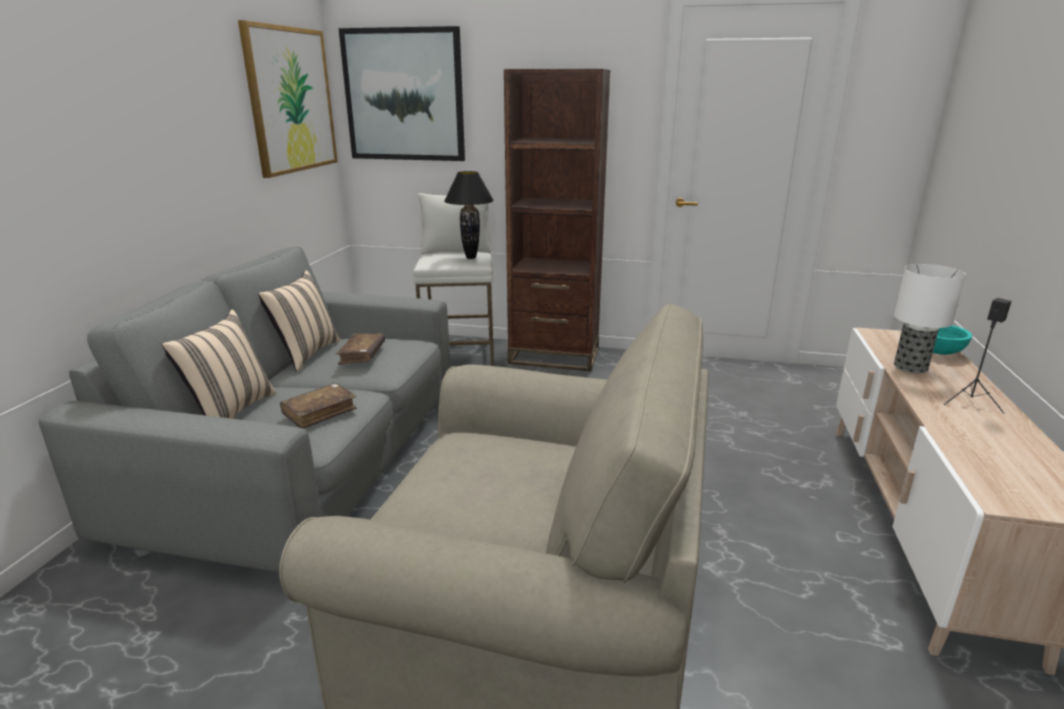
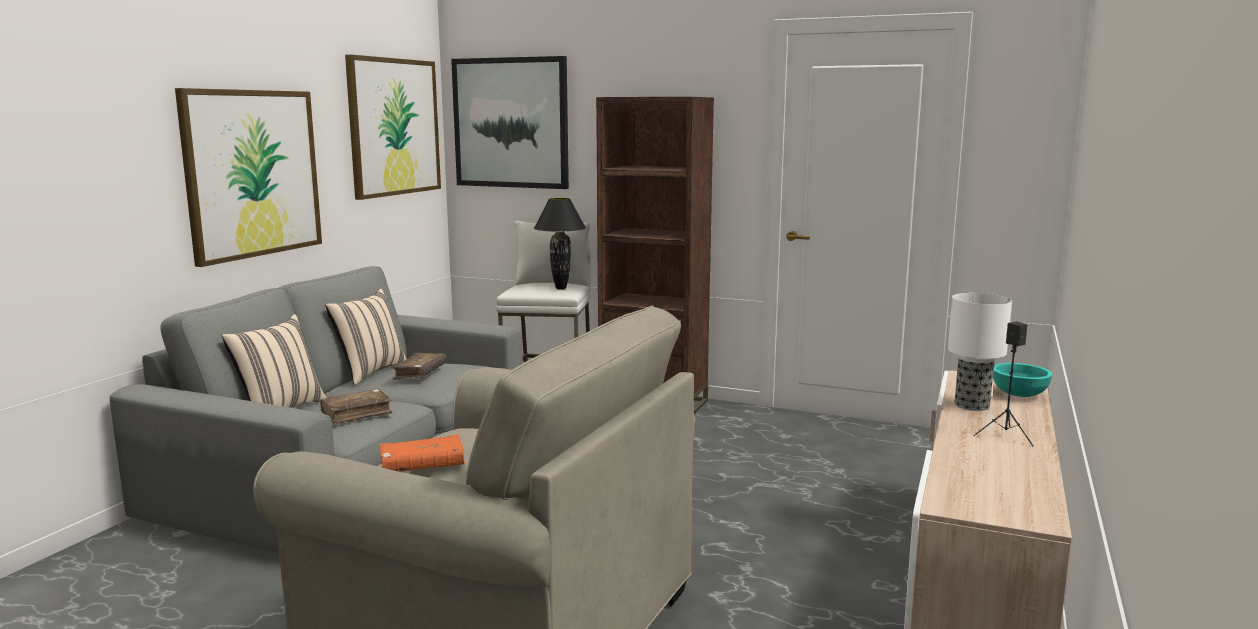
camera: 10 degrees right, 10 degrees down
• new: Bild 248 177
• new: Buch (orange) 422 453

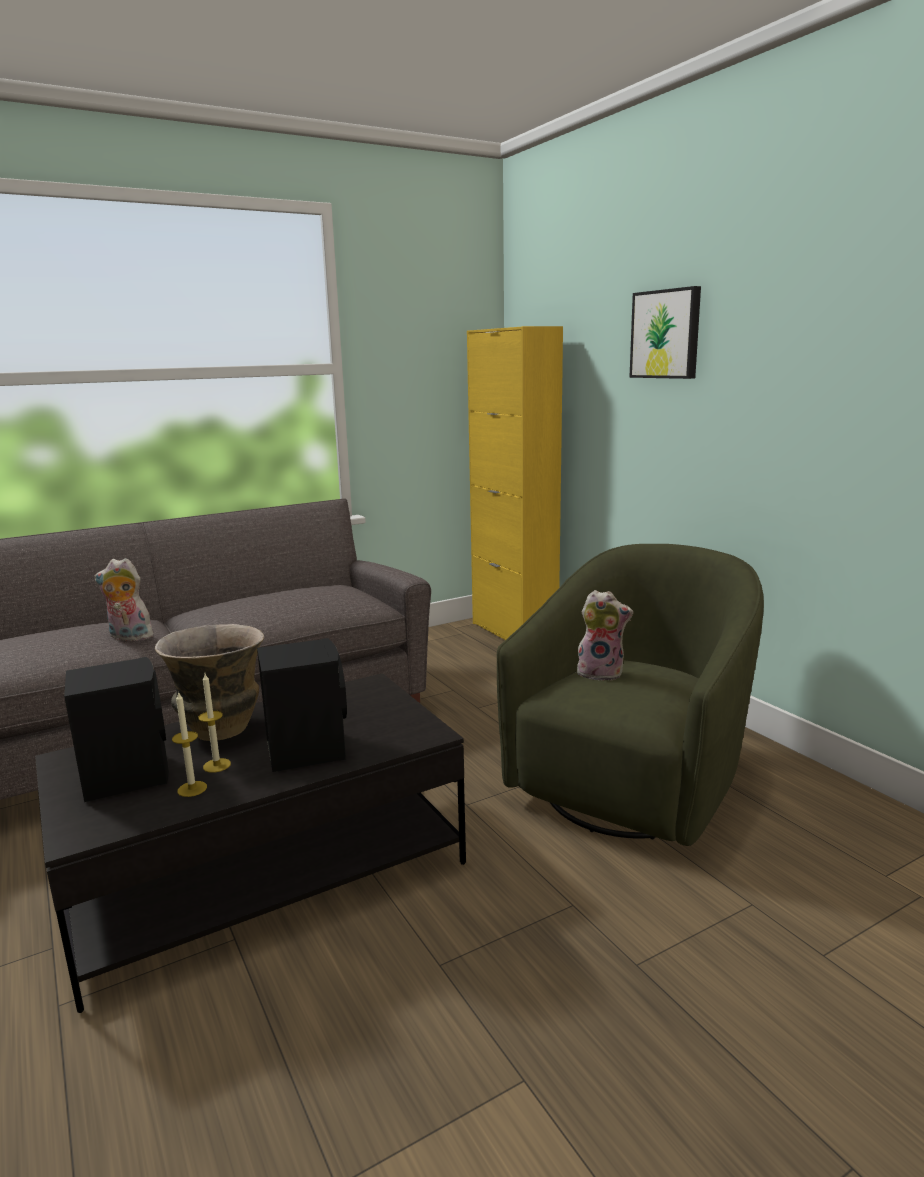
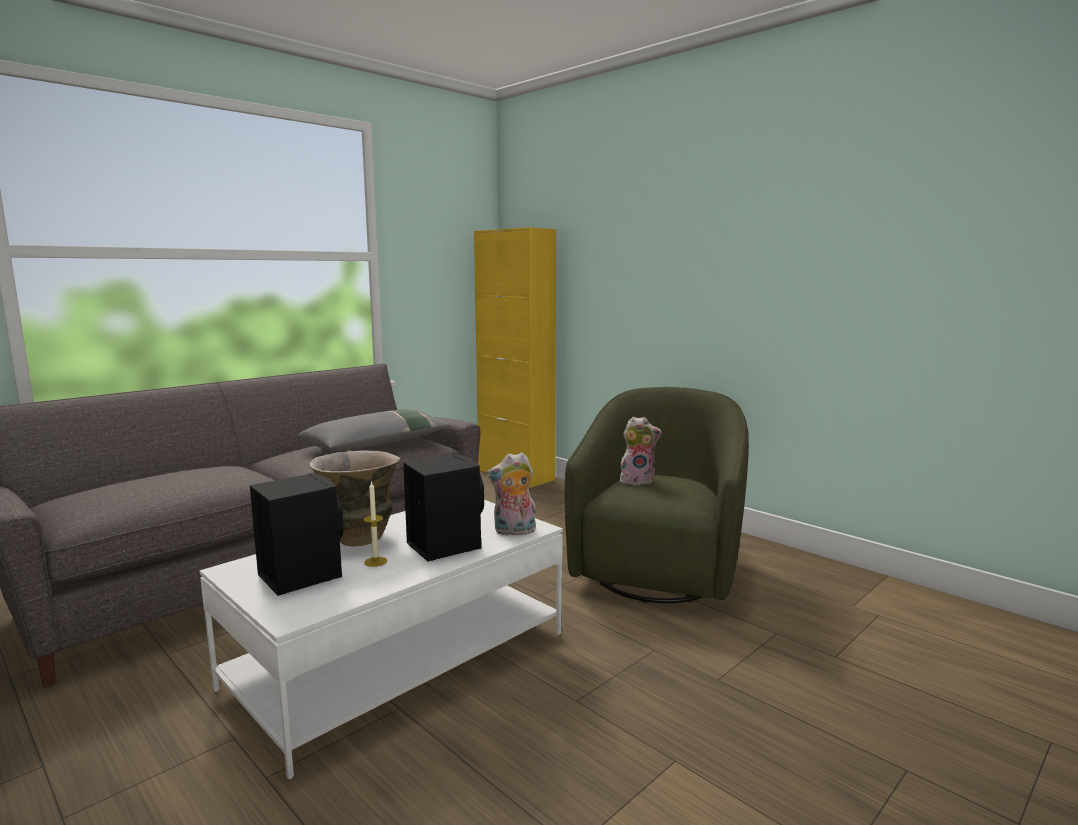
camera: 15 degrees left, 5 degrees down
• gone: Kerze 189 744
• gone: Bild 665 332
• new: Kissen (grau) 374 430
• shifted: Plüschtier 125 599 to 511 493
• repainted: Couchtisch (schwarz) 250 843 to Couchtisch (weiß) 381 639

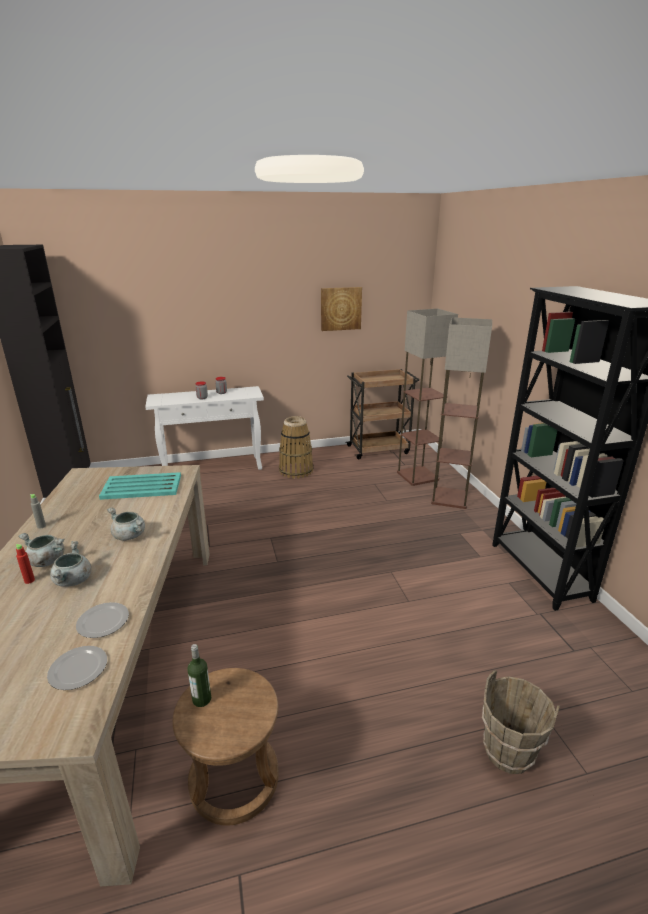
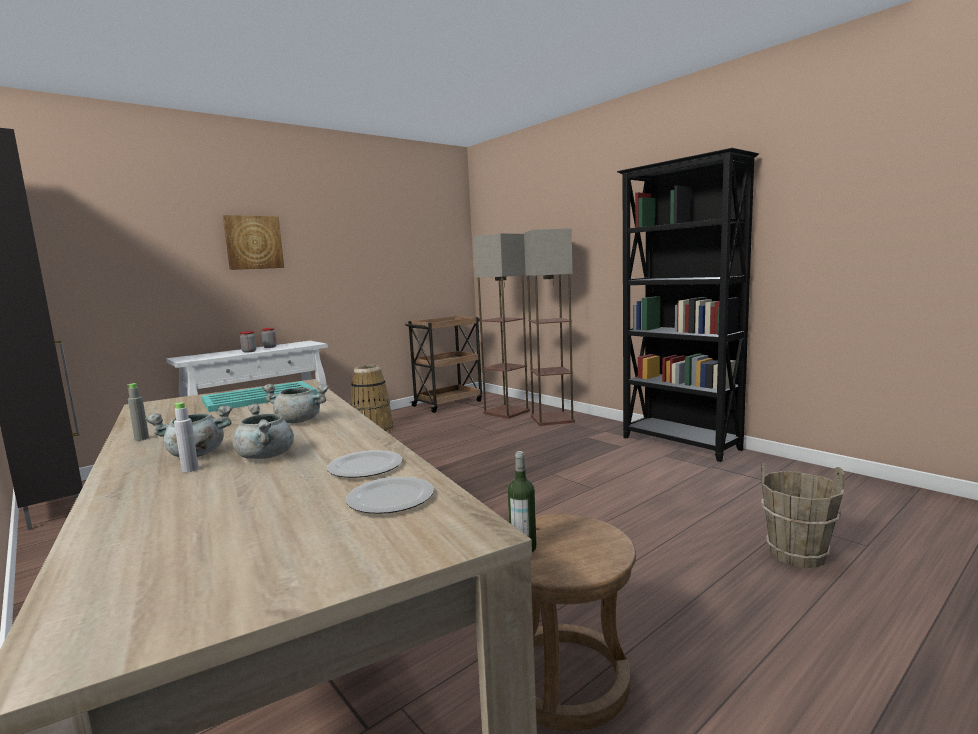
camera: 25 degrees left, 15 degrees down
• shifted: Bild 341 309 to 253 242
• repainted: Flasche (rot) 25 564 to Flasche (grau) 186 437

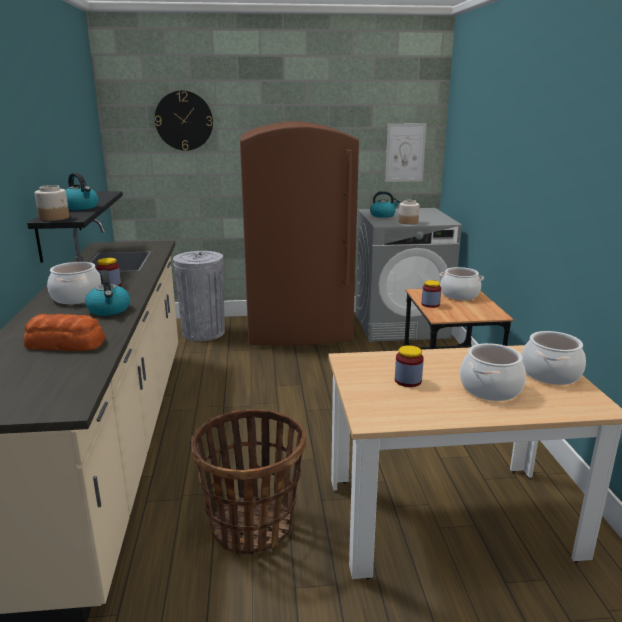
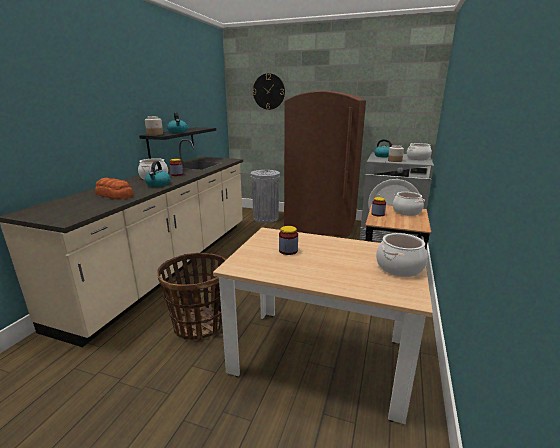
camera: 25 degrees right, 0 degrees up
• gone: Bild 406 152
• shifted: Kochtopf 493 372 to 419 151

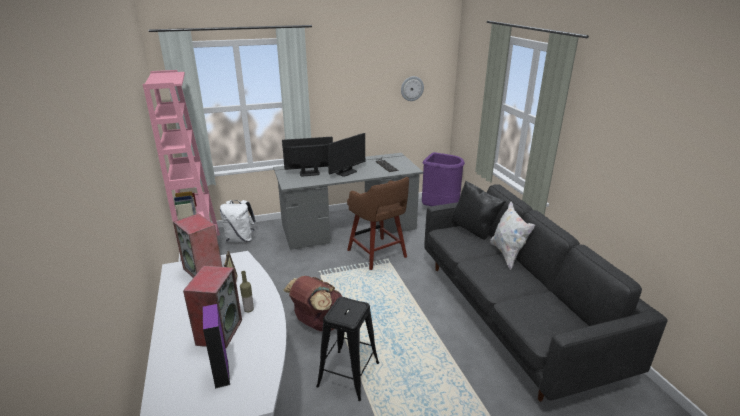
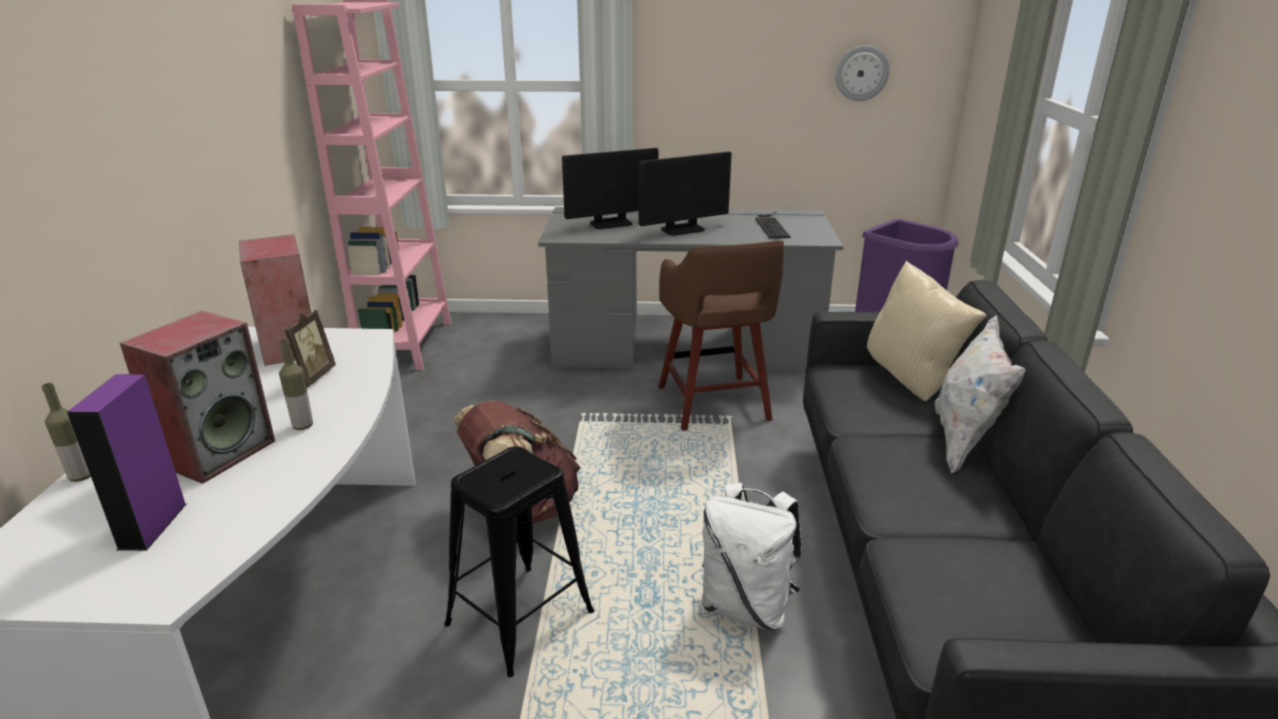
camera: 20 degrees right, 0 degrees up
• new: Flasche 66 432
• shifted: Rucksack (weiß) 238 221 to 752 556
• repainted: Kissen (schwarz) 479 210 to Kissen (beige) 927 330
• rotated: Monitor 307 157 = 610 188 150 degrees clockwise

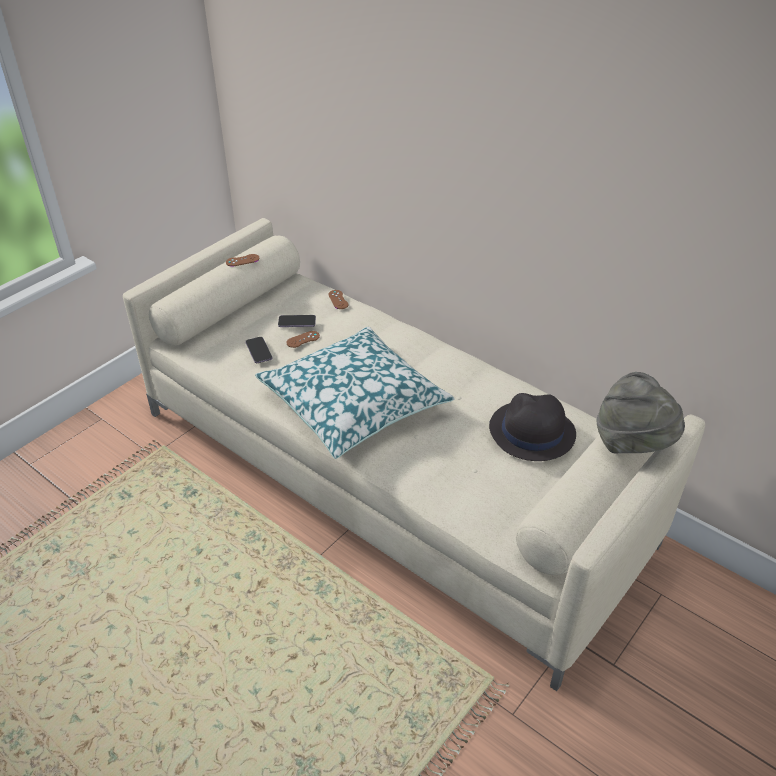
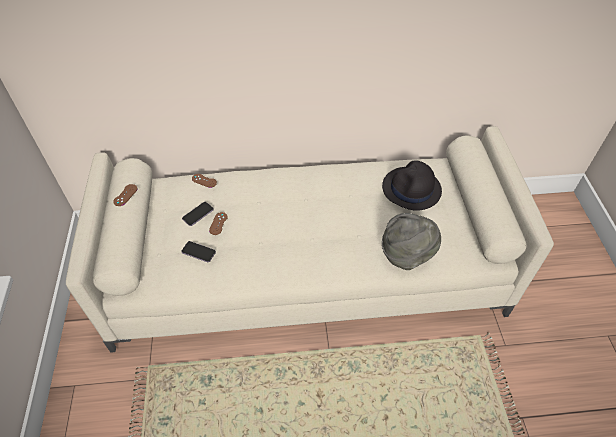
camera: 45 degrees left, 10 degrees up
• gone: Kissen 354 393
• shifted: Hut (grau) 641 412 to 411 241

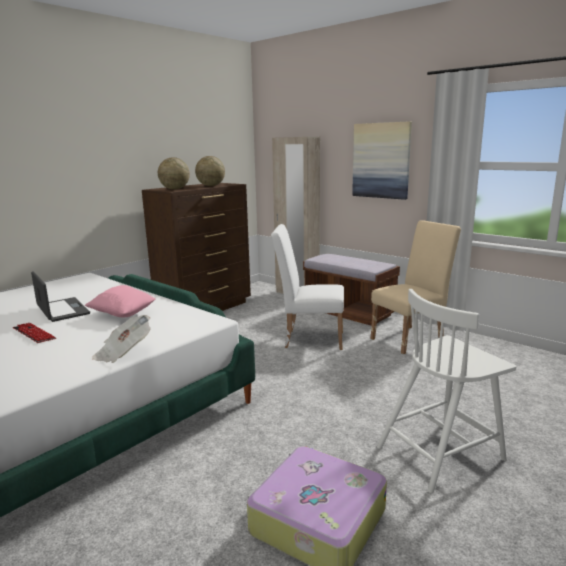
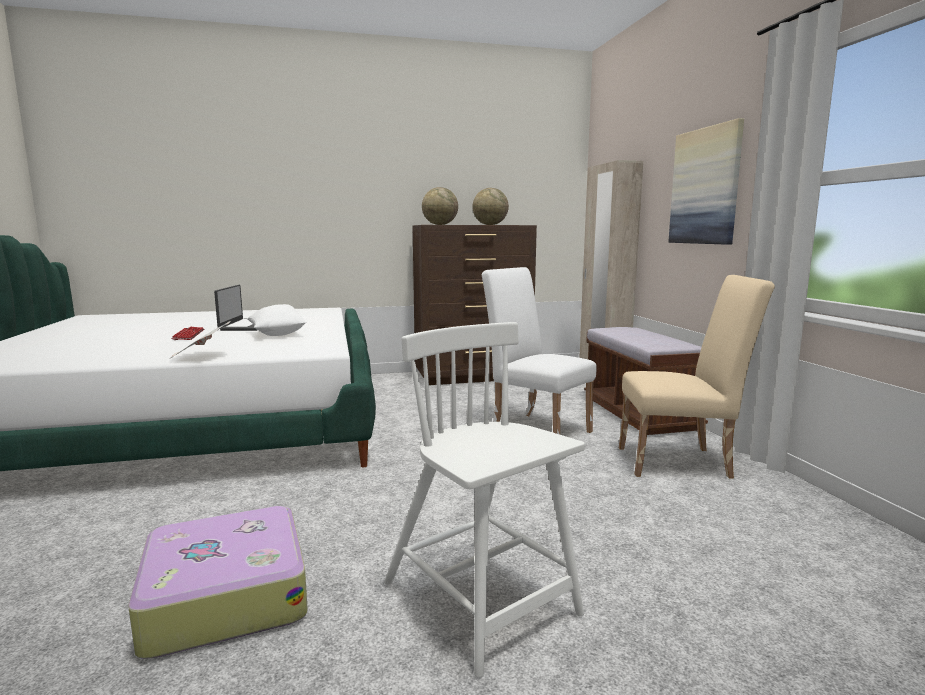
camera: 35 degrees right, 5 degrees down
• repainted: Kissen (rosa) 120 301 to Kissen (weiß) 277 320
• rotated: Stuhl (weiß) 446 391 = 484 500 45 degrees clockwise

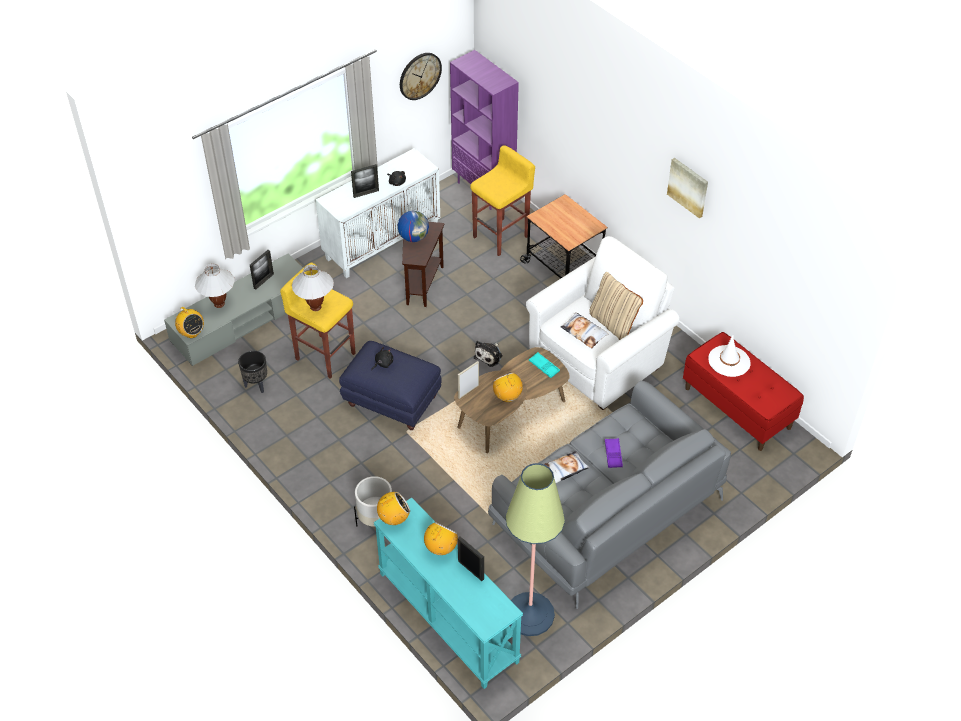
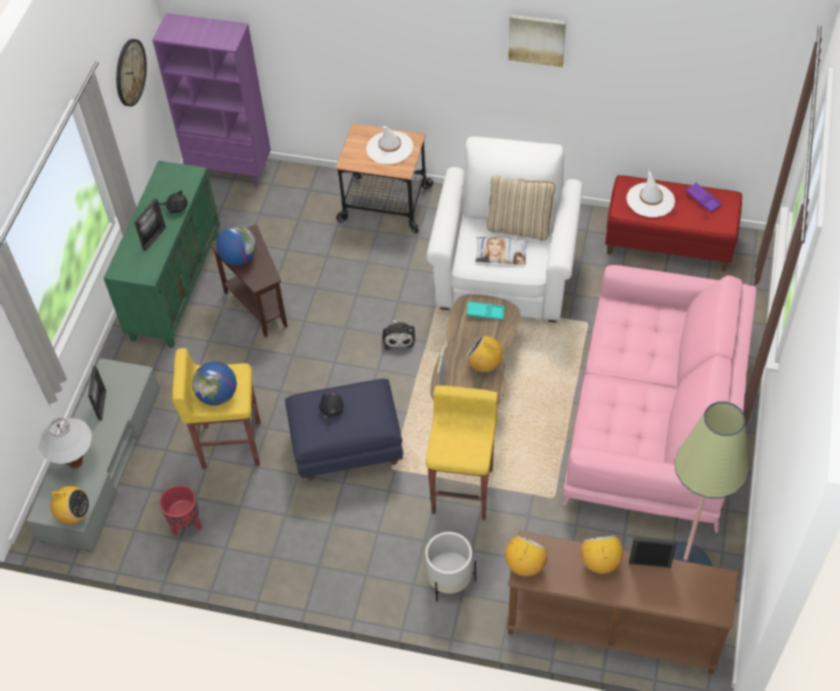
camera: 35 degrees left, 5 degrees up
• gone: Kissen 567 467
• new: Hut (weiß) 389 145
• shifted: Hocker (gelb) 502 200 to 462 452
• shifted: Tablett (lila) 614 453 to 703 198
• swapped: Tischlampe (weiß) 313 288 to Globus 214 384
• repainted: Pflanzkübel (schwarz) 252 371 to Pflanzkübel (rot) 180 510
• repainted: Schrank (weiß) 377 213 to Schrank (grün) 162 254
• repainted: Konsolentisch (türkis) 448 593 to Konsolentisch (braun) 622 602
• repainted: Sofa (grau) 609 495 to Sofa (rosa) 659 399

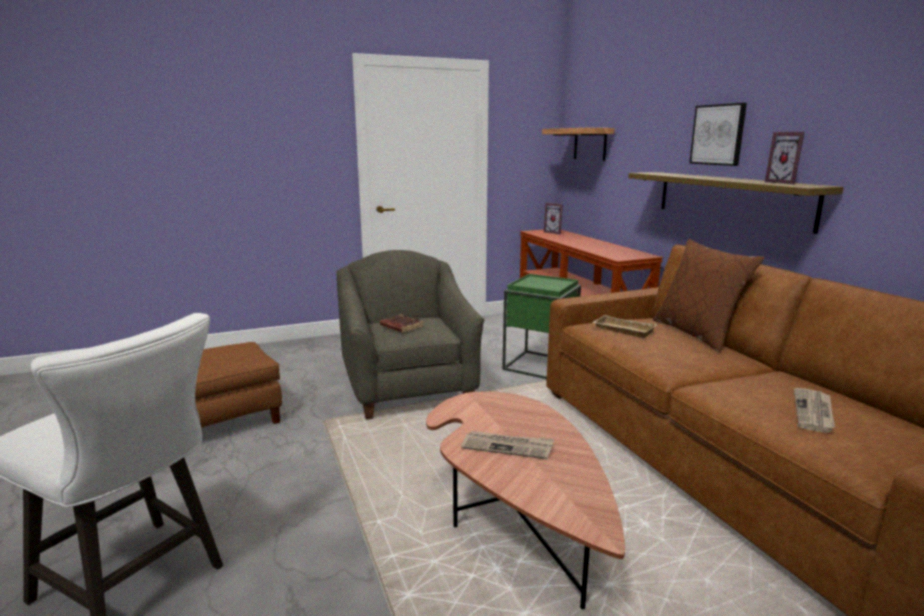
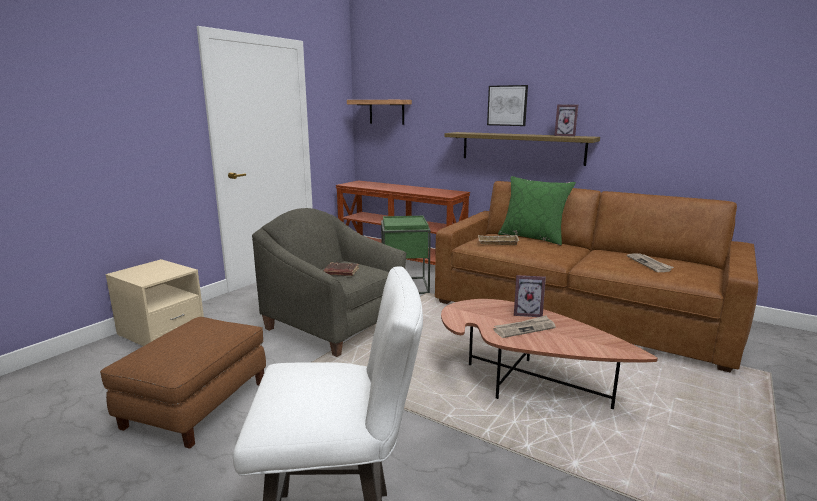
camera: 35 degrees left, 0 degrees up
• new: Nachttisch (beige) 154 302
• shifted: Bilderrahmen 553 218 to 530 296
• repainted: Kissen (braun) 708 296 to Kissen (grün) 537 210

